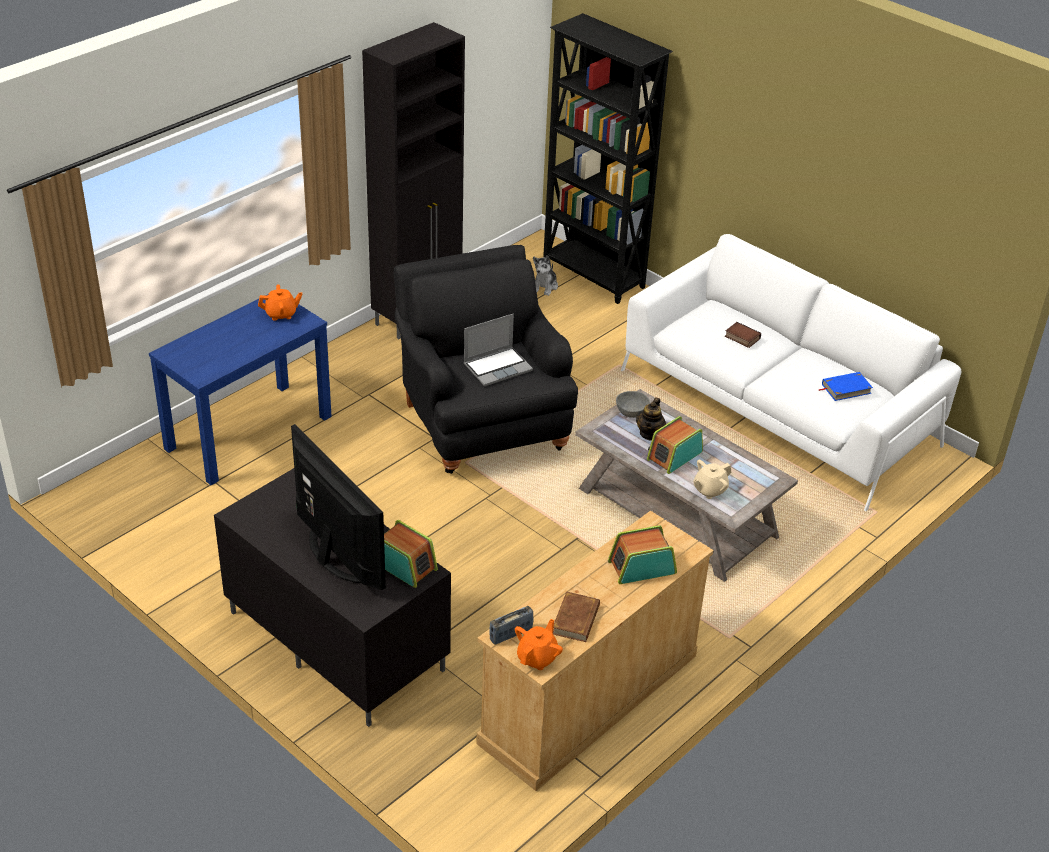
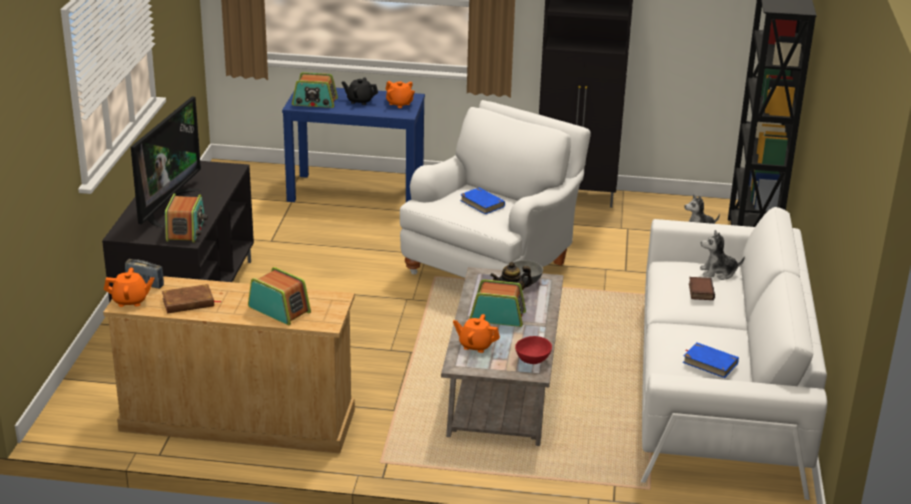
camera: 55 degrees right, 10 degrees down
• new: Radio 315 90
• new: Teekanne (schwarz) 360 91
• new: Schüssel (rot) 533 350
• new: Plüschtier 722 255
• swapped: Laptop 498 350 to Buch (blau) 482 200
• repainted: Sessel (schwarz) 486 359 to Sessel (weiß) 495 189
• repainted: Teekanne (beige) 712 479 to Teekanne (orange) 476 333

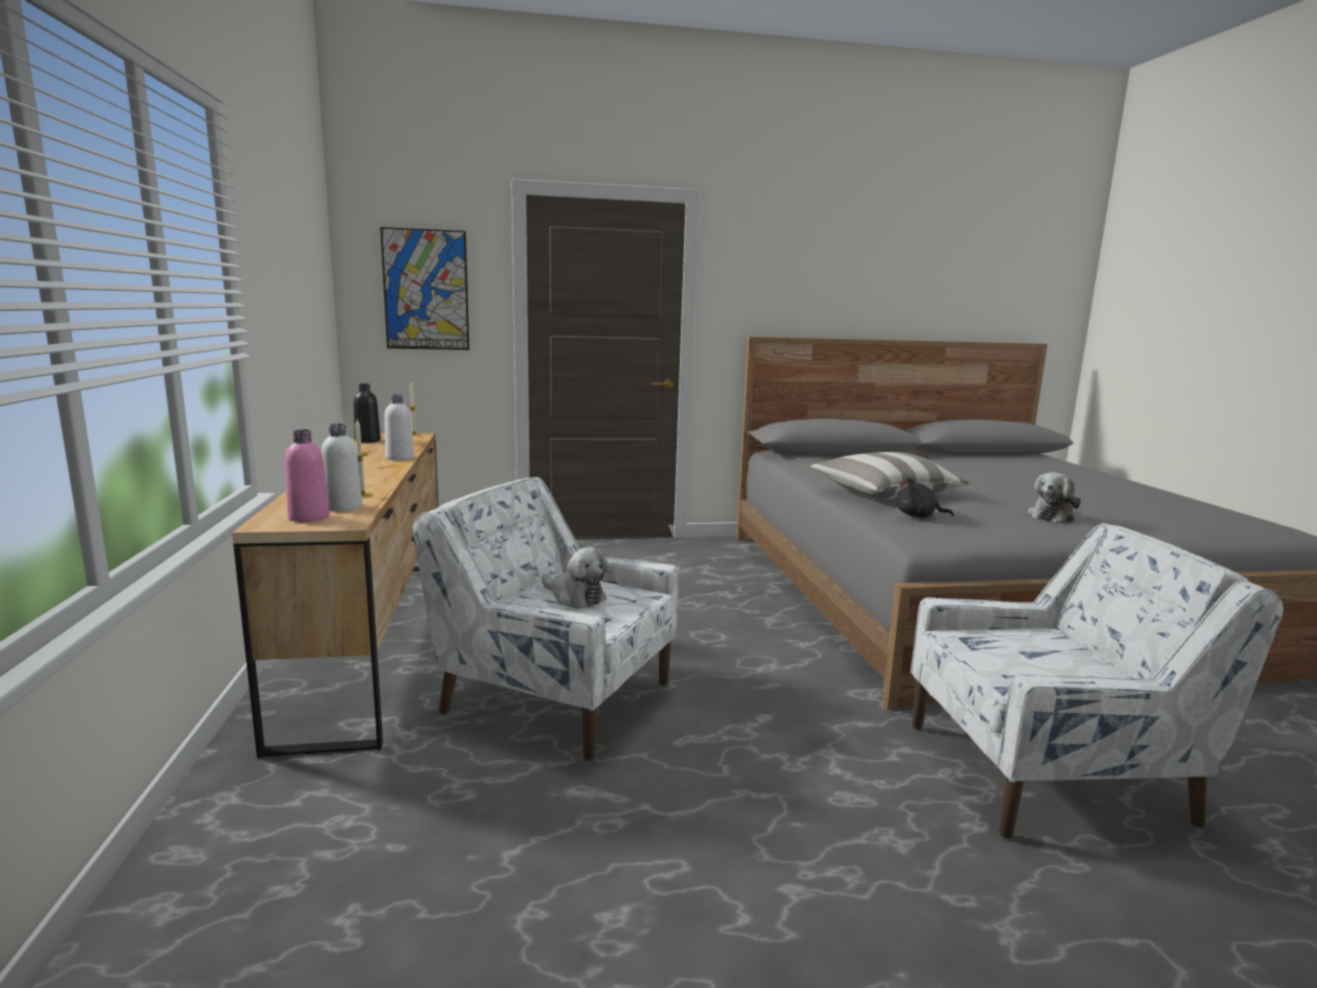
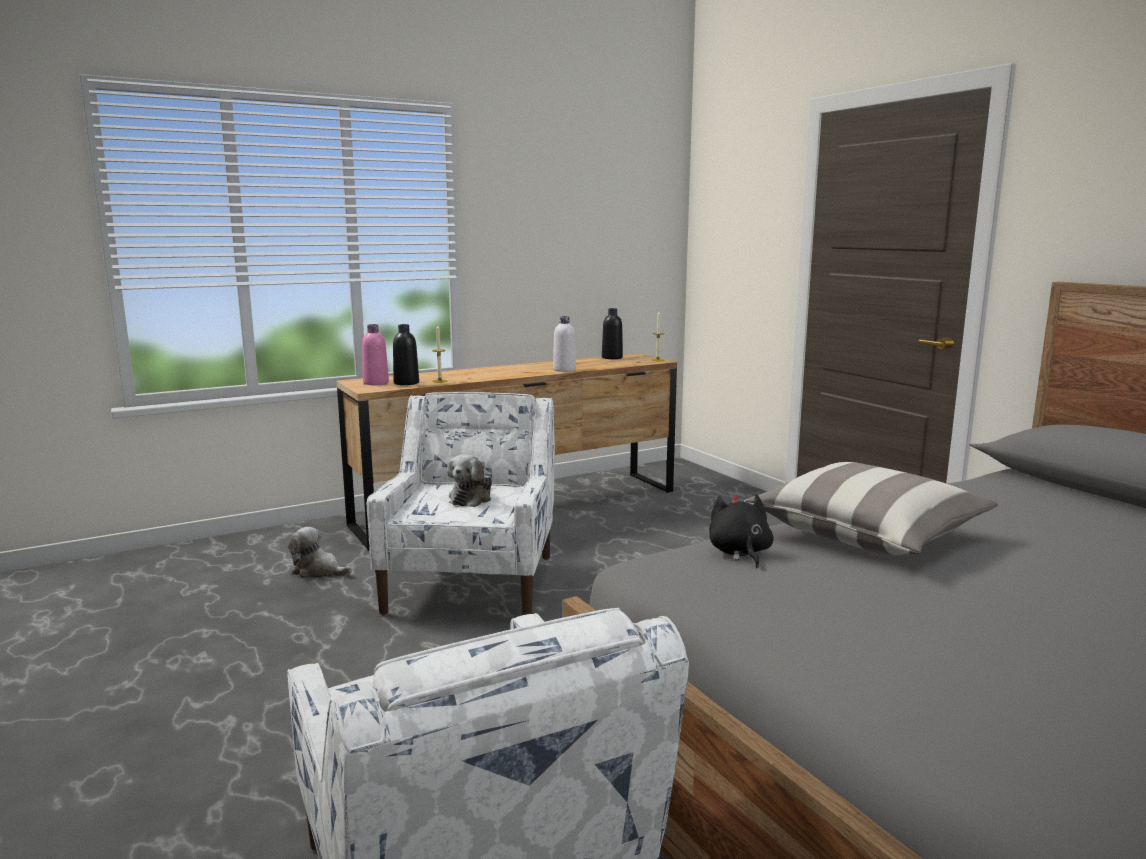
camera: 70 degrees right, 0 degrees up
• gone: Bild 424 288
• shifted: Plüschtier 1054 497 to 319 552
• repainted: Flasche (weiß) 341 467 to Flasche (schwarz) 406 354

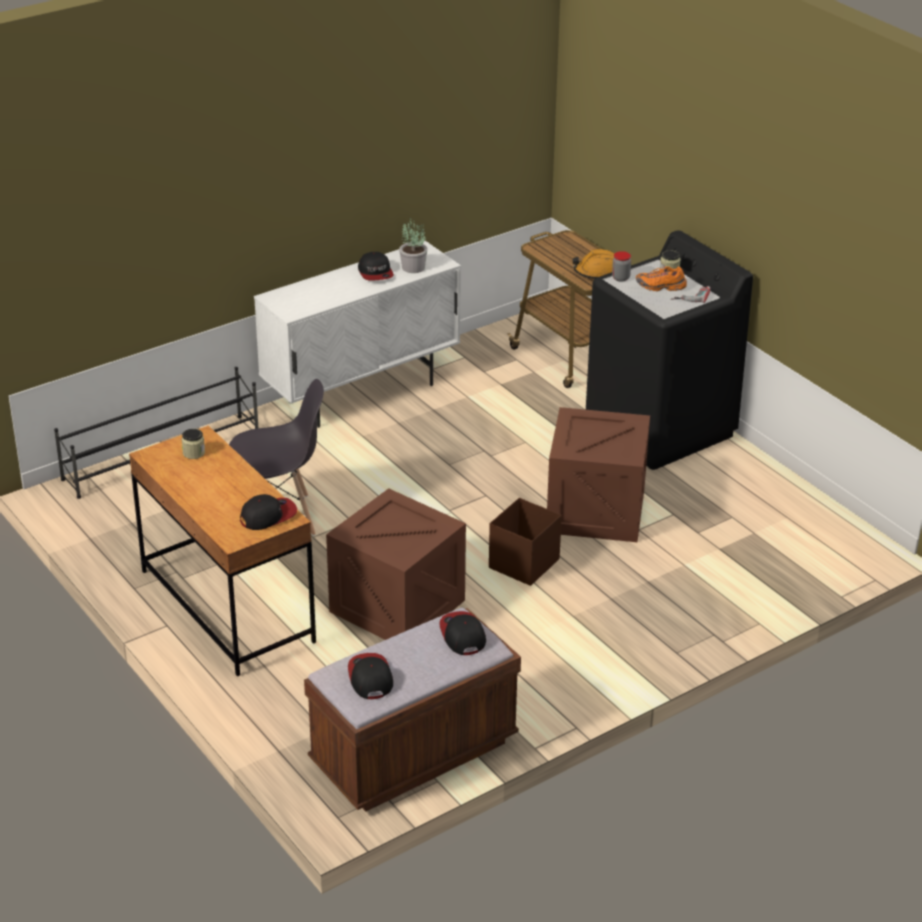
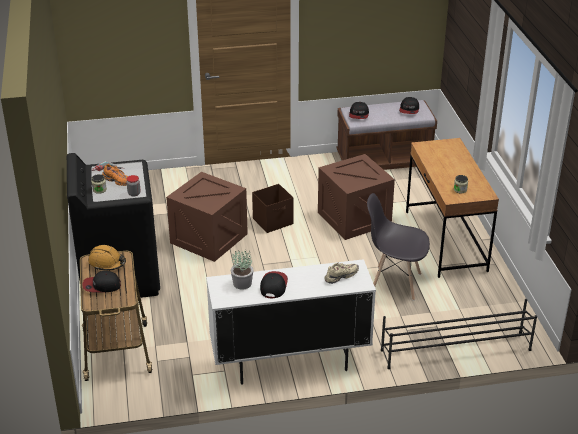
camera: 155 degrees left, 0 degrees up
• new: Schuh (beige) 341 273
• shifted: Kappe 268 512 to 101 282

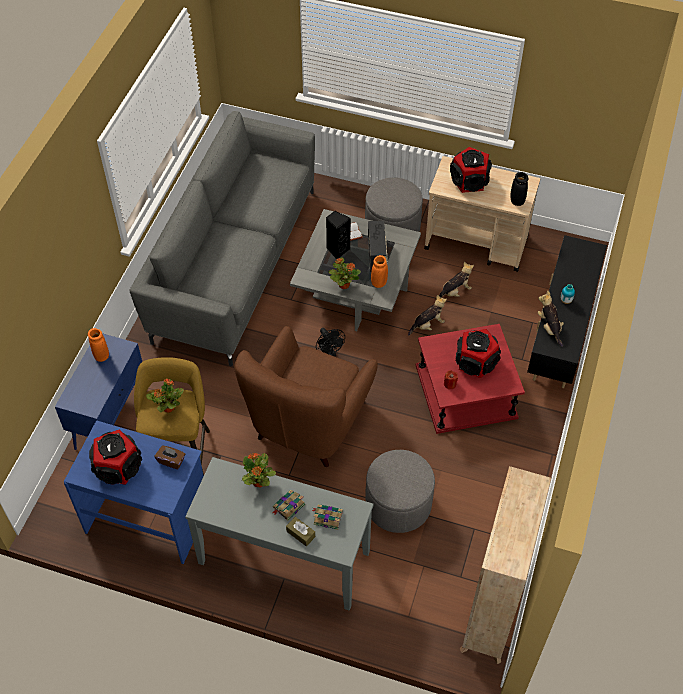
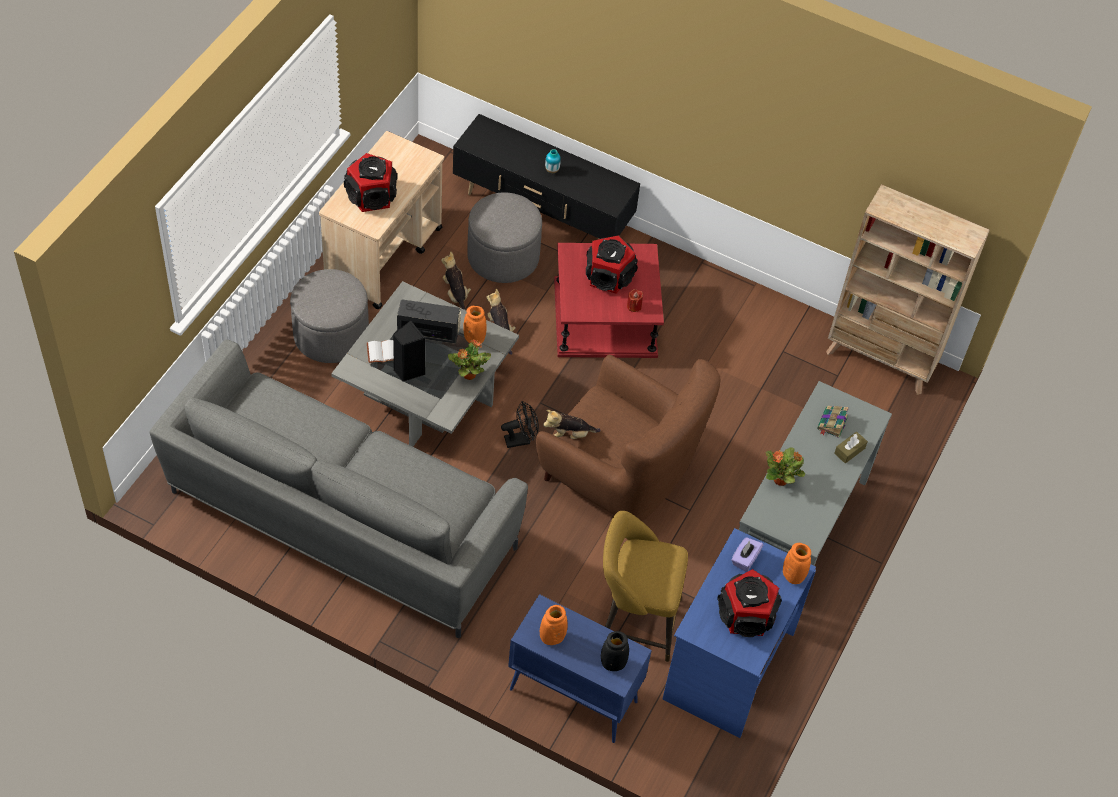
camera: 85 degrees left, 0 degrees up
• gone: Topfpflanze 165 396
• gone: Buch 289 505
• new: Vase (orange) 797 563
• shifted: Polsterhocker (grau) 400 491 to 504 237
• shifted: Vase (schwarz) 519 189 to 615 651
• shifted: Plüschtier 551 319 to 572 424
• repainted: Taschentuchbox (braun) 170 457 to Taschentuchbox (lila) 747 554

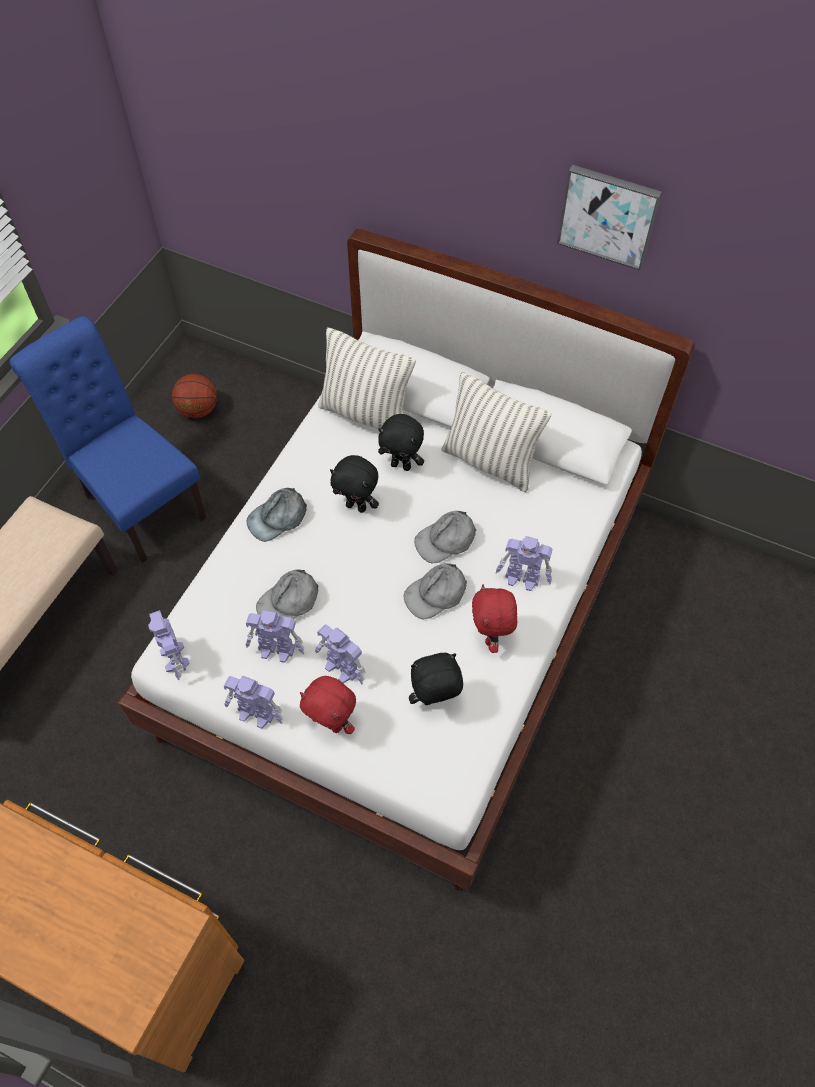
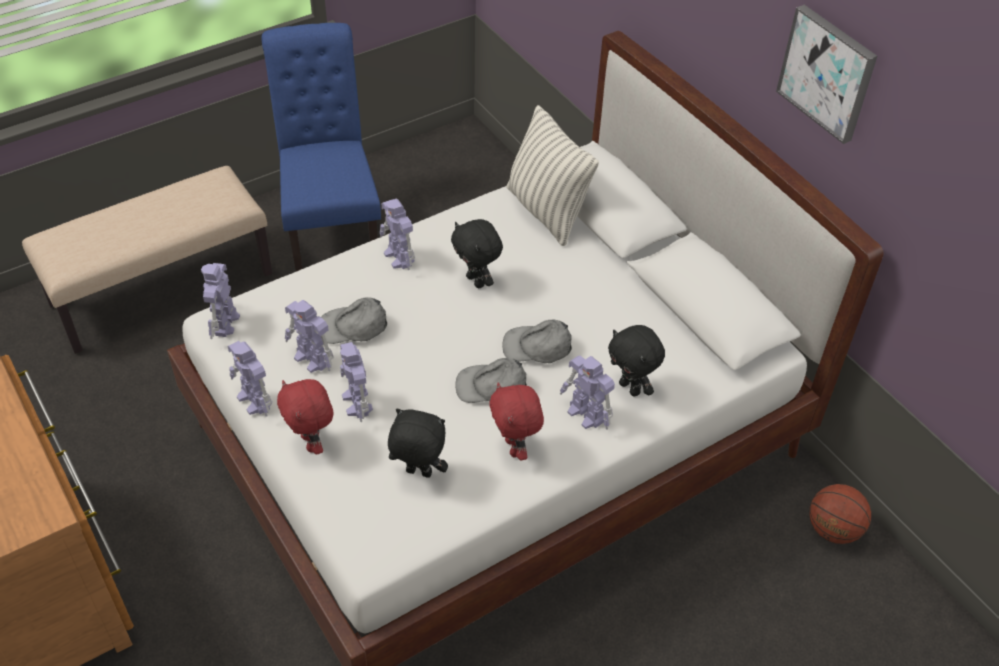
camera: 30 degrees right, 10 degrees down
• gone: Kissen 496 432
• shifted: Basketball 194 396 to 840 514
• shifted: Plüschtier (schwarz) 401 442 to 636 361
• swapped: Kappe (grau) 277 515 to Spielzeugroboter 397 234
• rotated: Plüschtier (rot) 494 618 = 517 421 45 degrees counterclockwise

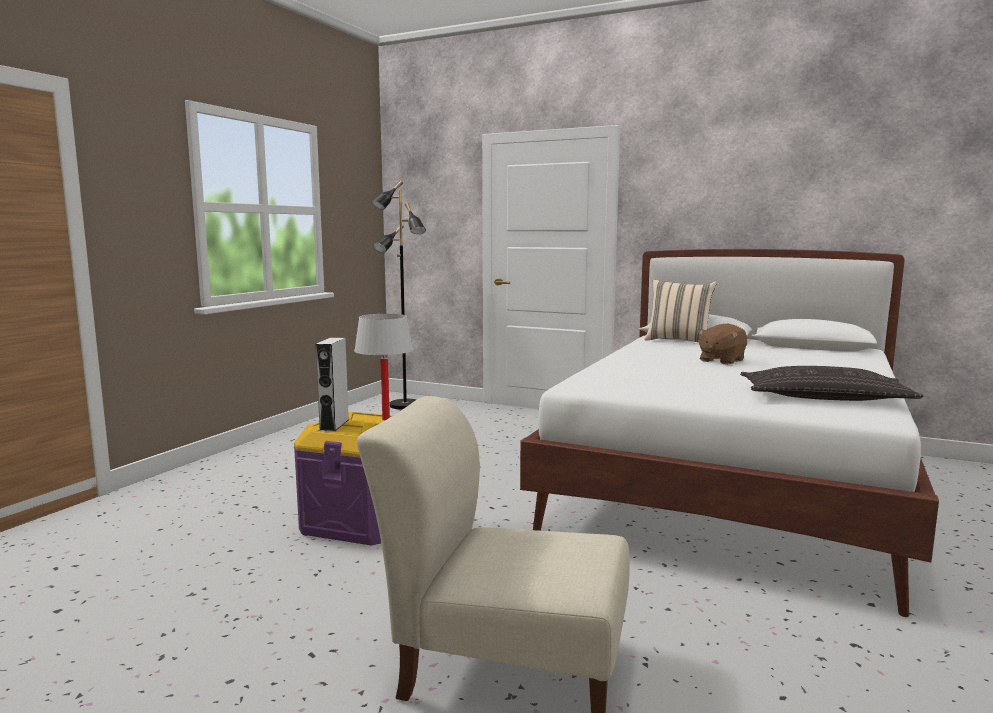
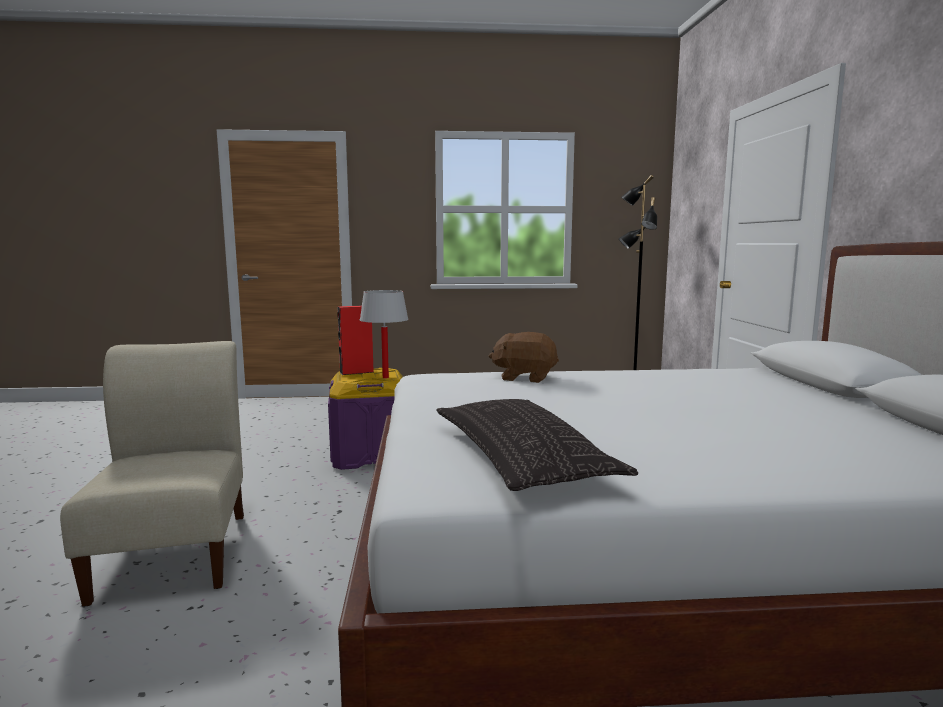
camera: 60 degrees right, 0 degrees up
• gone: Kissen (beige) 680 311
• shifted: Plüschtier (braun) 722 344 to 524 357
• repainted: Lautsprecher (grau) 332 384 to Lautsprecher (rot) 355 340

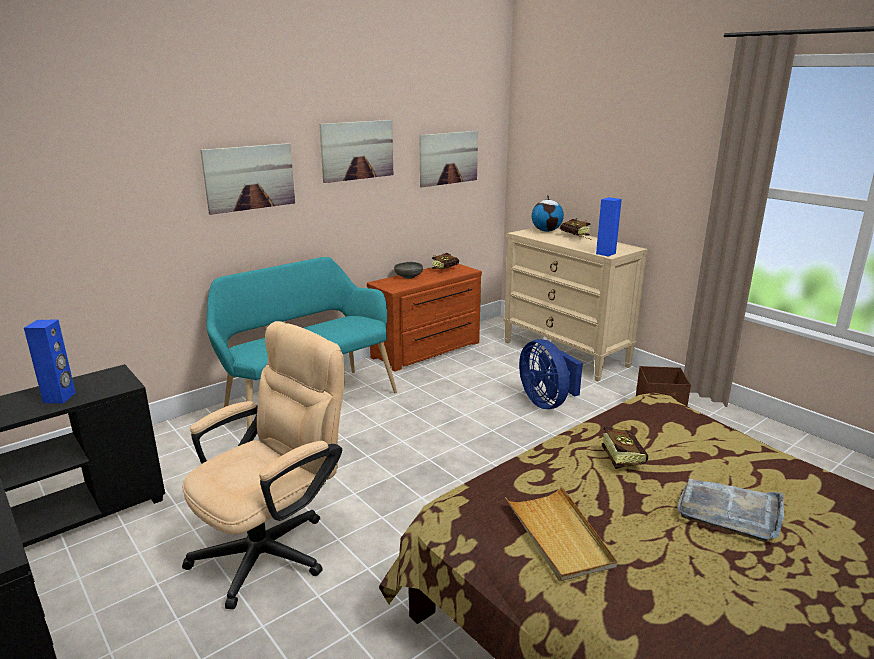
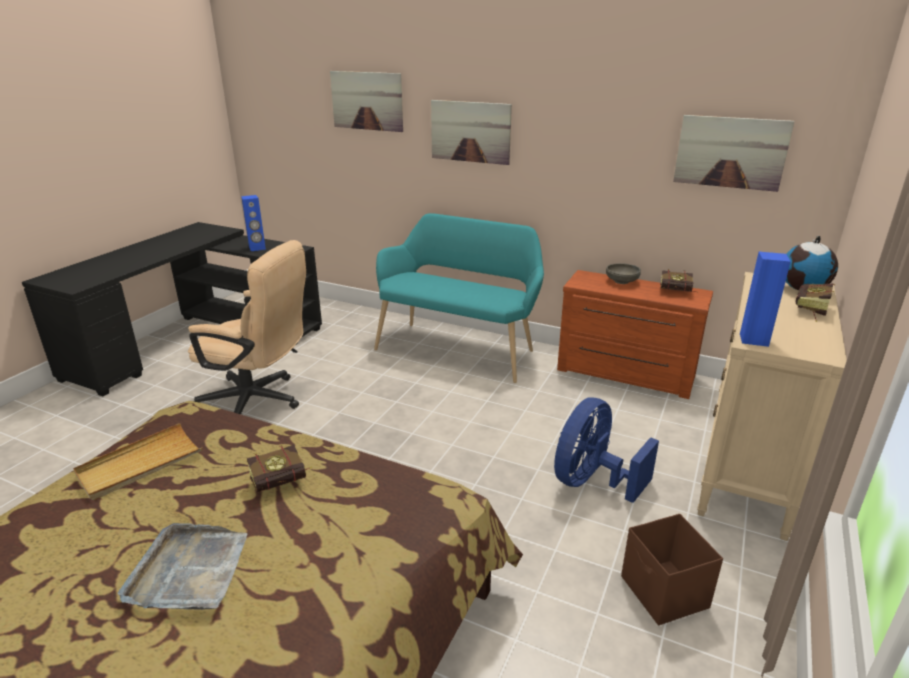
camera: 65 degrees right, 5 degrees up
• shifted: Bild 356 151 to 366 101

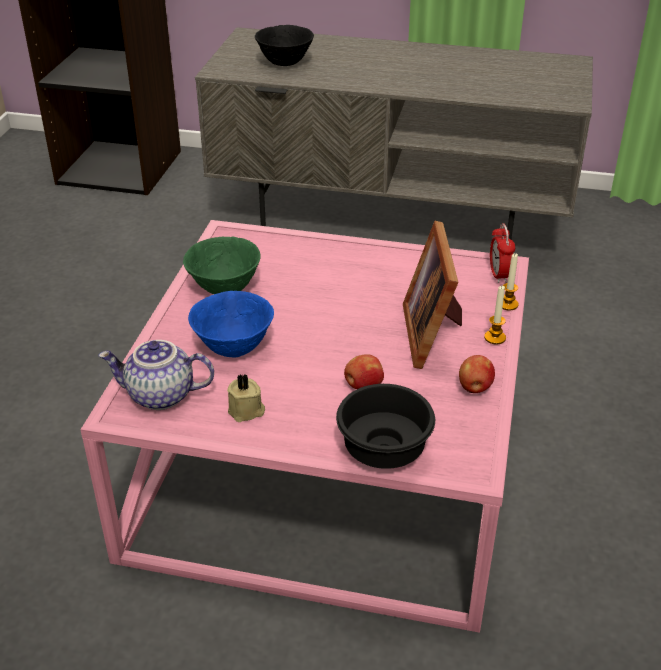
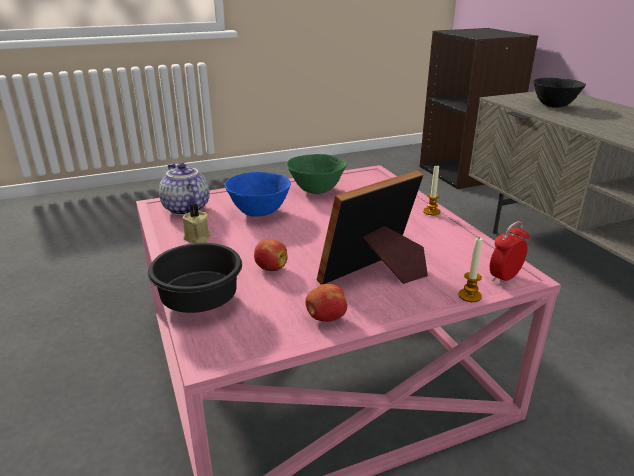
camera: 55 degrees right, 10 degrees down
• shifted: Kerze 495 315 to 431 190

